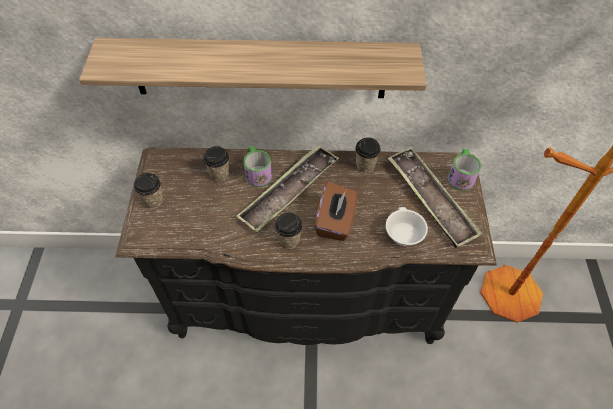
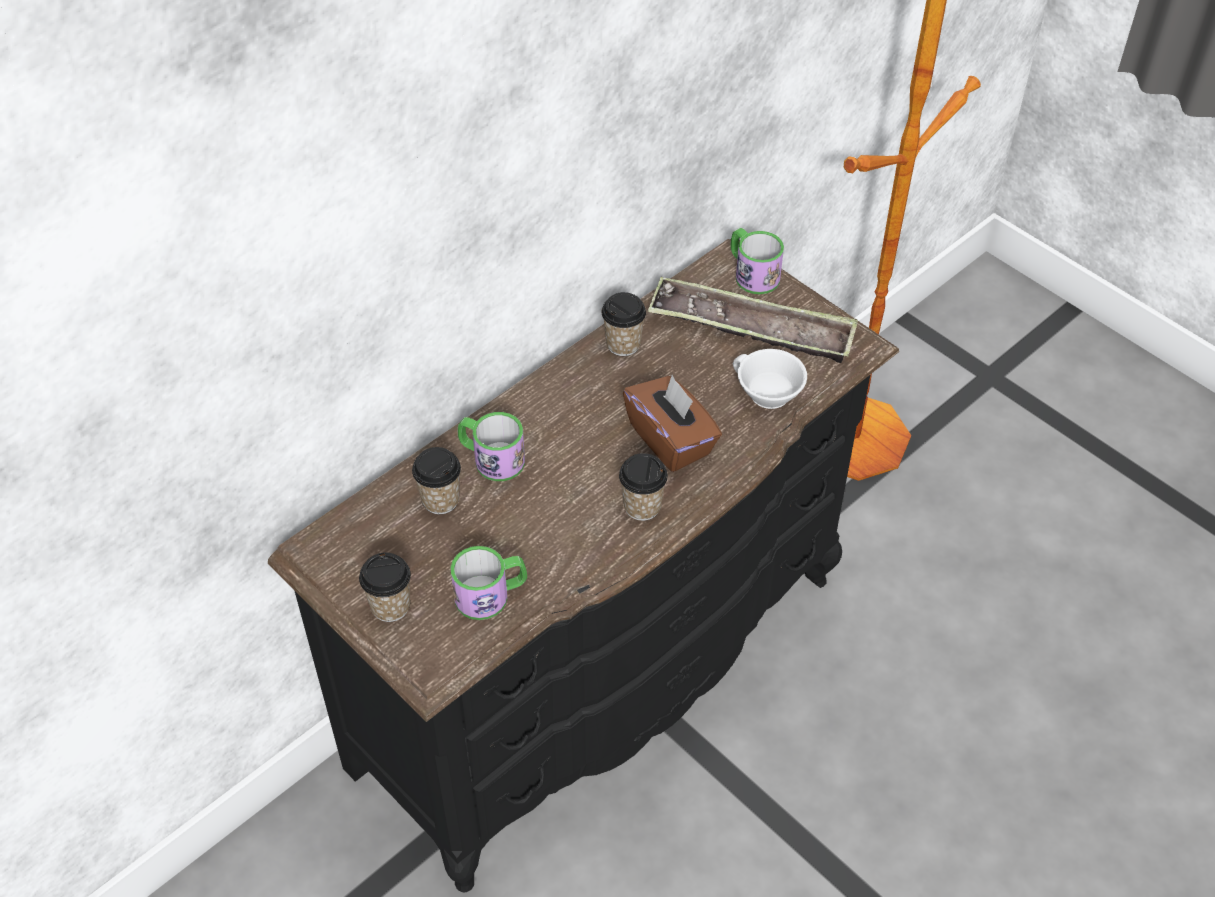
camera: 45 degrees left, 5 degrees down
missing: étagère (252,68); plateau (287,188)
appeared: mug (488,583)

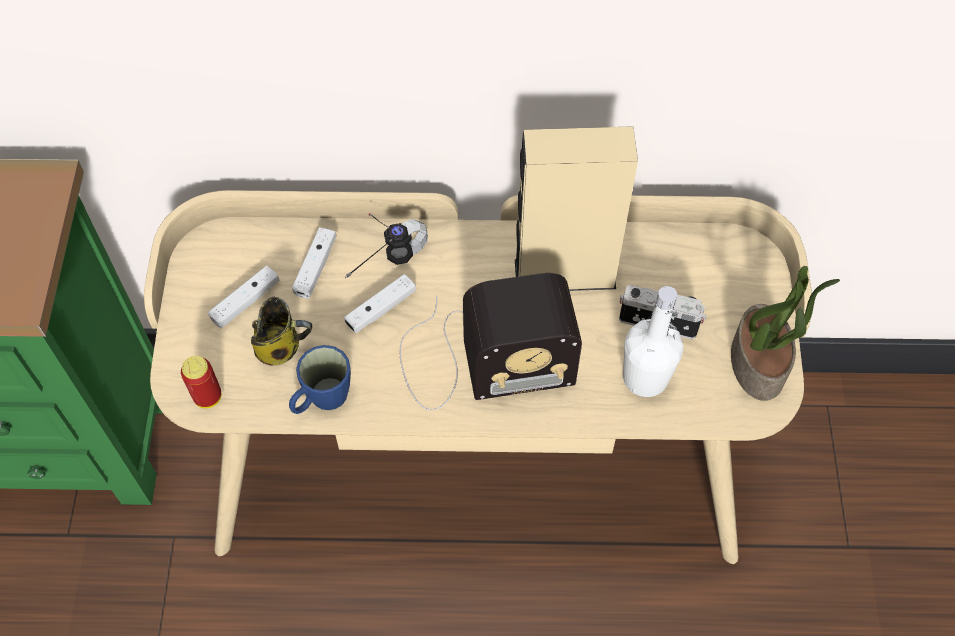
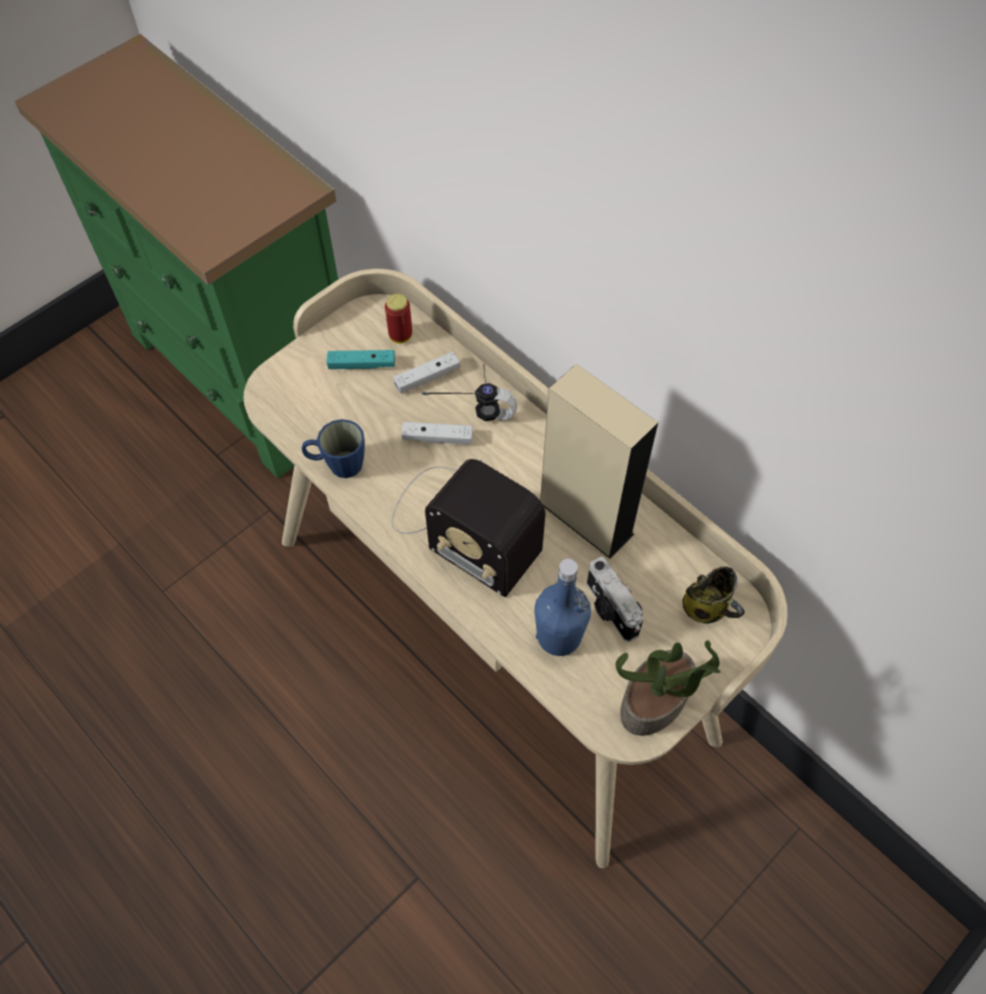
camera: 45 degrees right, 0 degrees up
relocated: boîte métallique (201,382) to (398,319); mug (281,331) to (713,595)
colour: manette (blanc) (244,296) to manette (turquoise) (361,359); bouteille (blanc) (653,341) to bouteille (bleu) (562,607)

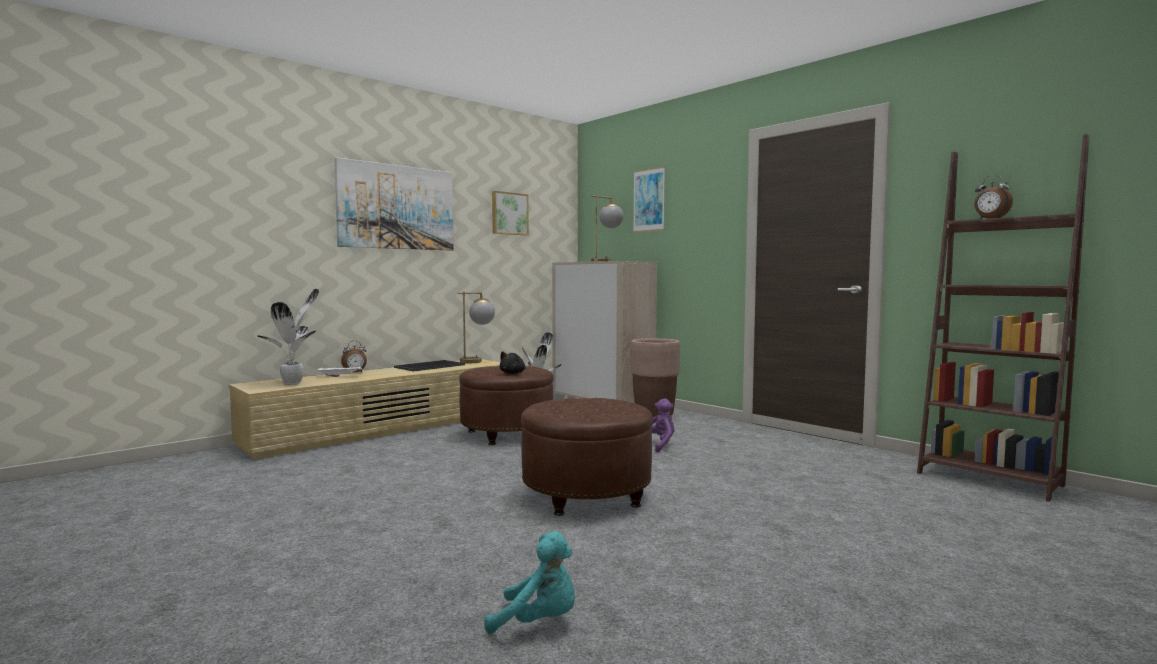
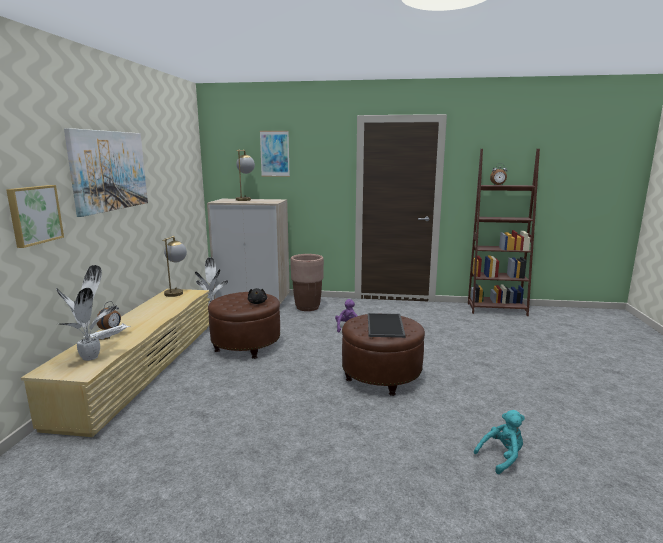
camera: 40 degrees left, 10 degrees up
relocated: plateau (429,366) to (387,325); tableau (510,213) to (35,216)

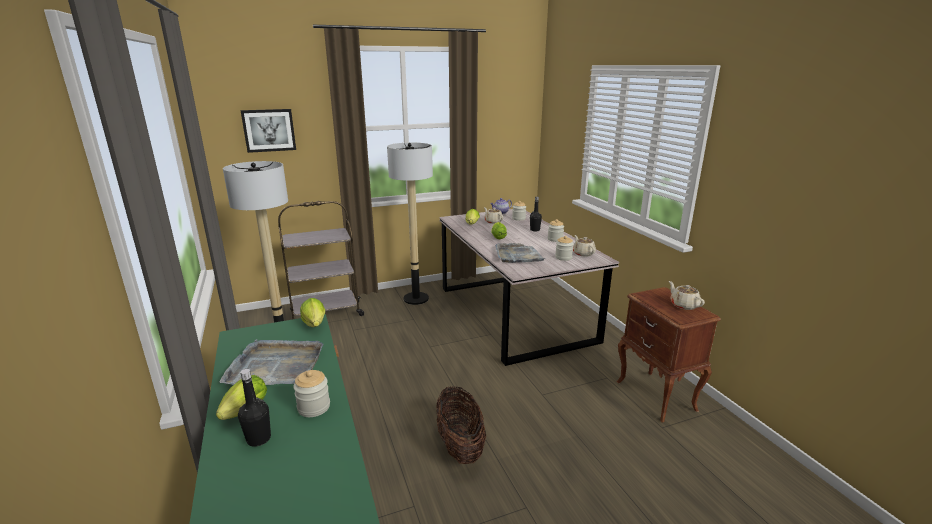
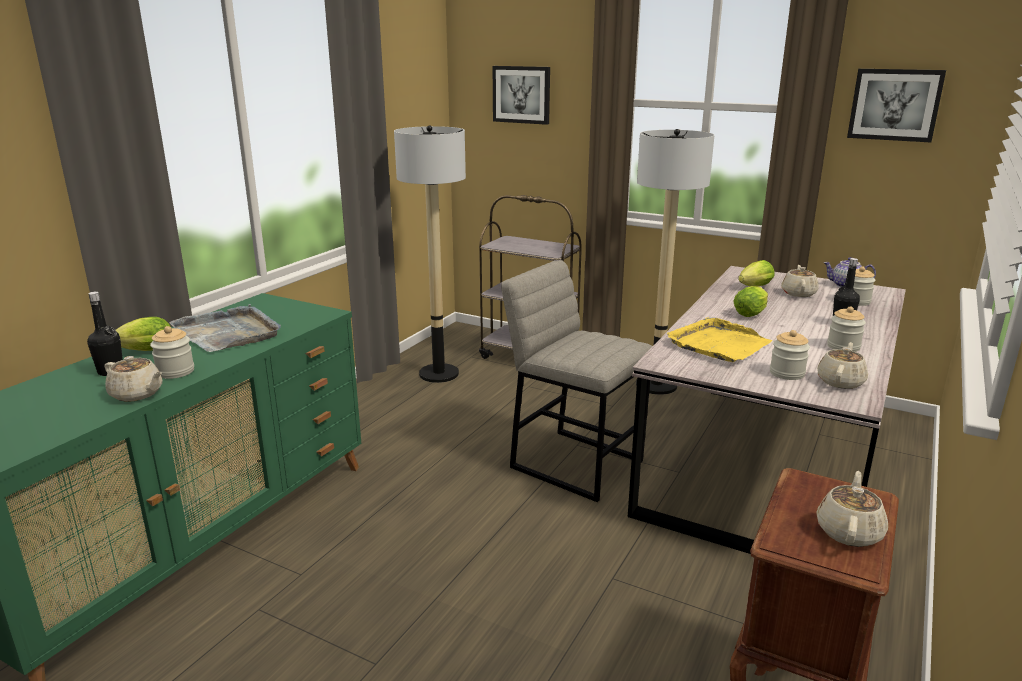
camera: 50 degrees right, 0 degrees up
missing: laitue (312,312); panier (461,425)
appeared: théière (beige) (134,379); chaise (gris) (577,381); tableau (896,105)
colour: plateau (gris) (520,253) to plateau (jaune) (719,339)

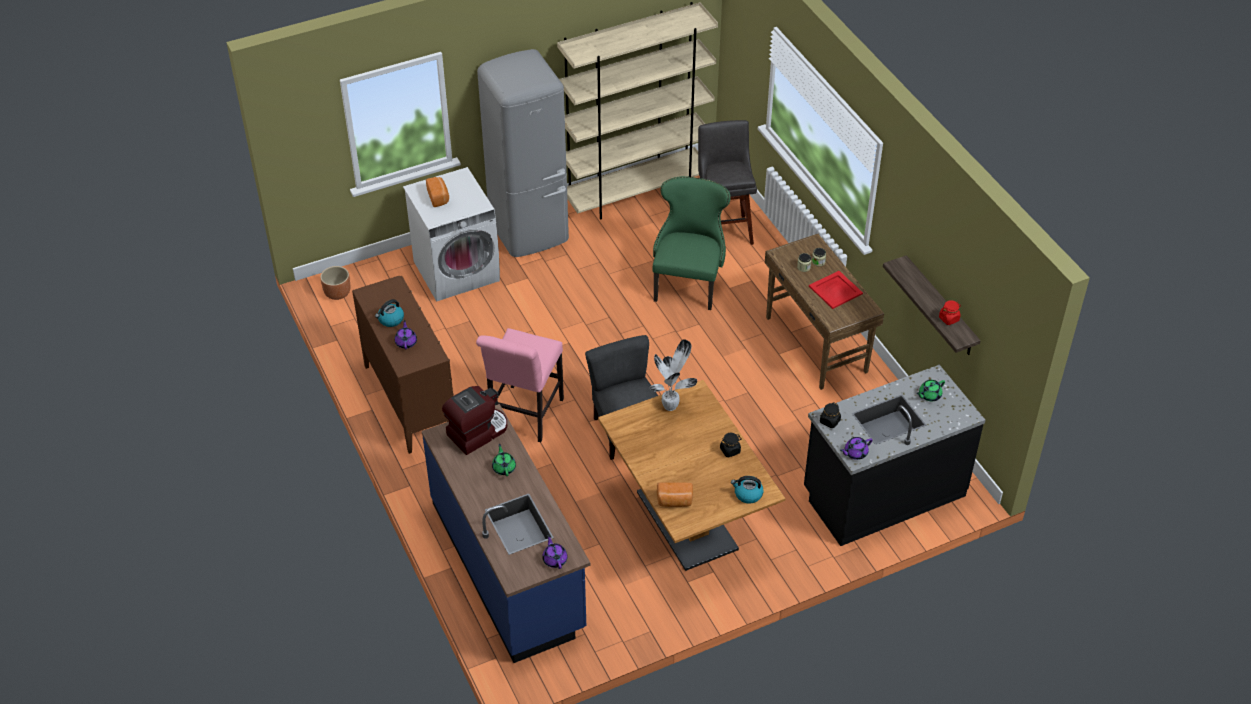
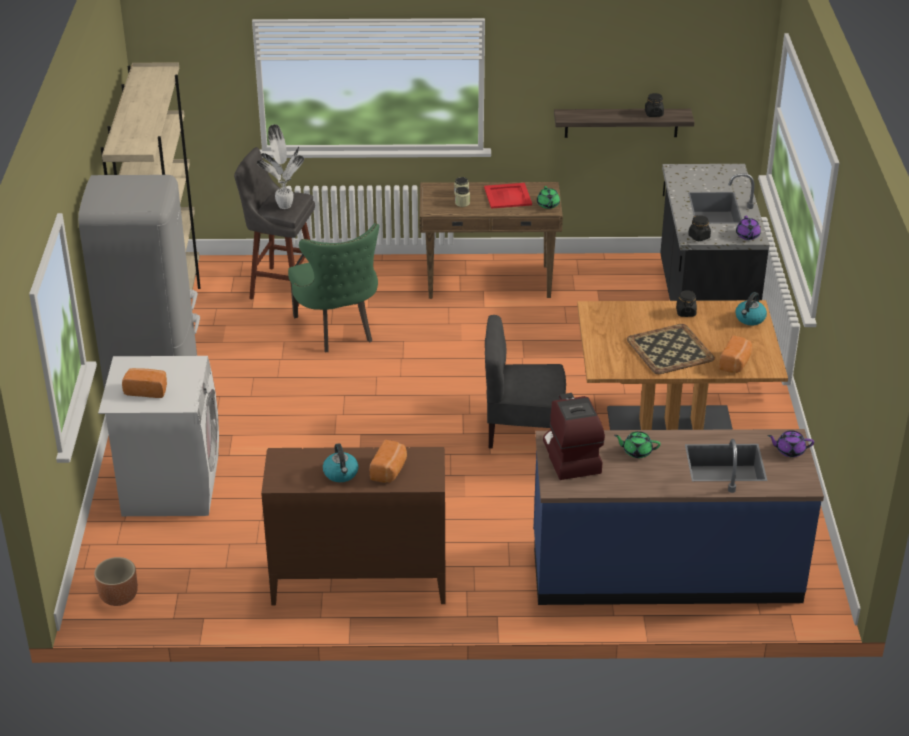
camera: 65 degrees left, 10 degrees down
missing: tabouret (rose) (520,385)
appeared: plateau (671,349)
relocated: plante en pot (673,375) to (280,166); théière (vert) (931,390) to (548,197)
exchanged: théière (violet) (406,334) to pain (388,461)
colour: bocal (rouge) (950,312) to bocal (noir) (654,105)
spun: chaise (vert) (691,243) = (333,287) 150 degrees counterclockwise

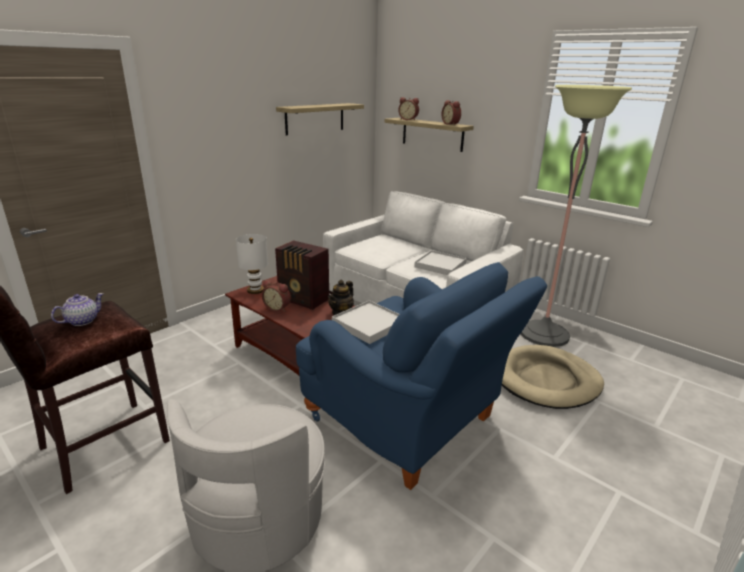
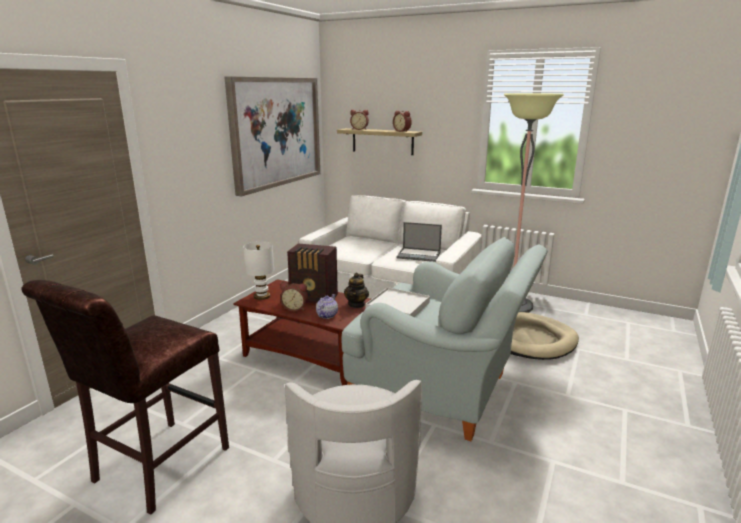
camera: 15 degrees left, 5 degrees down
relocated: théière (77,309) to (327,306)
exchanged: étagère (320,119) to tableau (272,136); plateau (blanc) (440,262) to ordinateur portable (419,242)
colour: fauteuil (bleu) (421,376) to fauteuil (gris) (445,339)

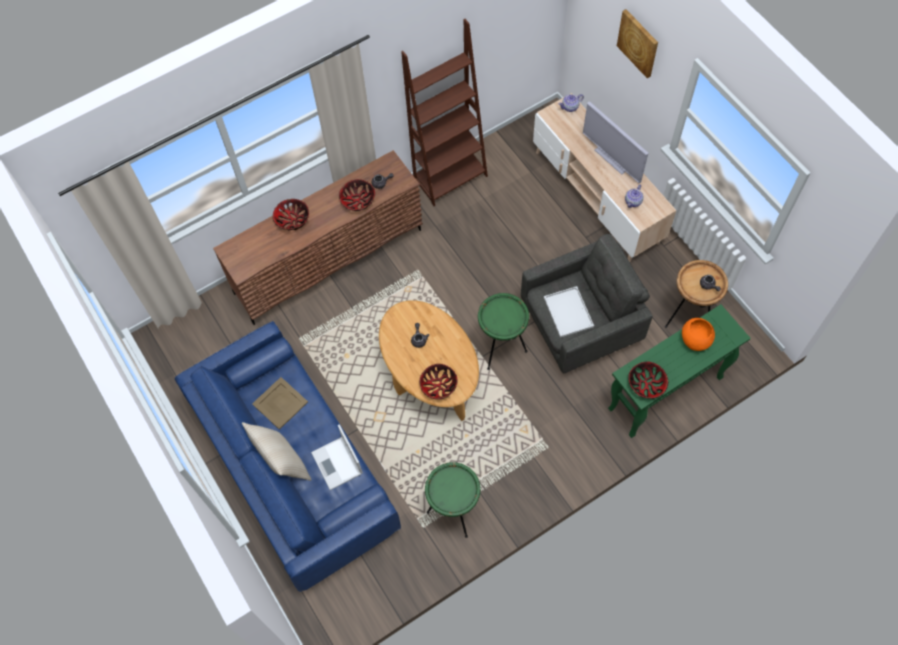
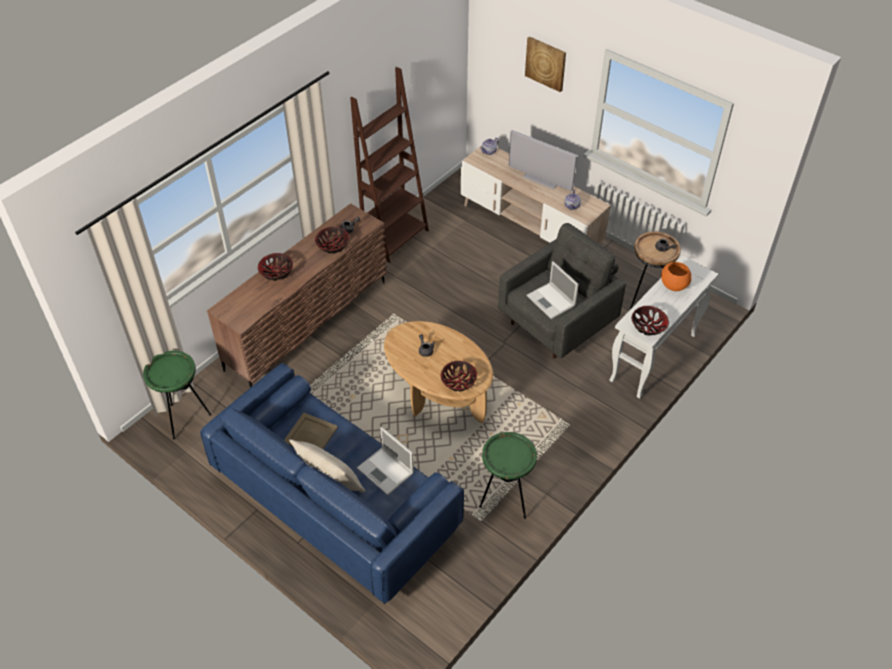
camera: 20 degrees left, 15 degrees down
relocated: table d'appoint (vert) (503,331) to (177,395)
exchanged: plateau (blanc) (569,312) to ordinateur portable (552,290)
colour: table console (vert) (679,371) to table console (blanc) (663,327)

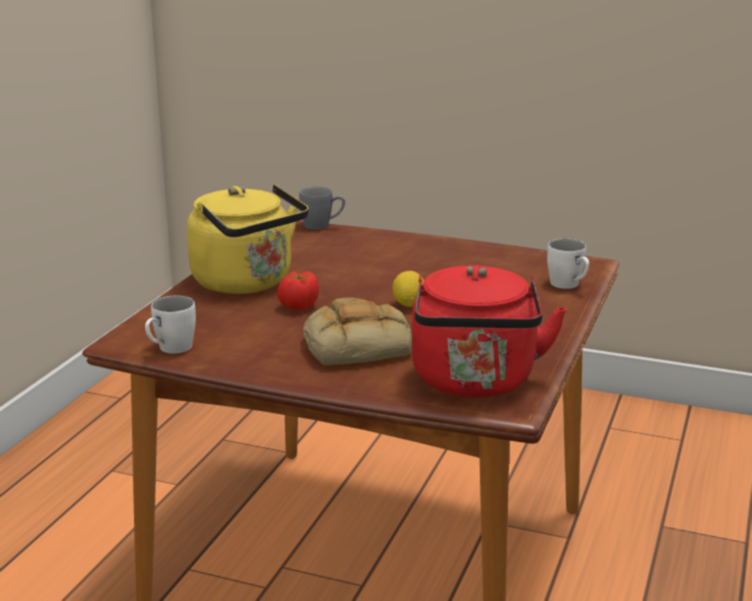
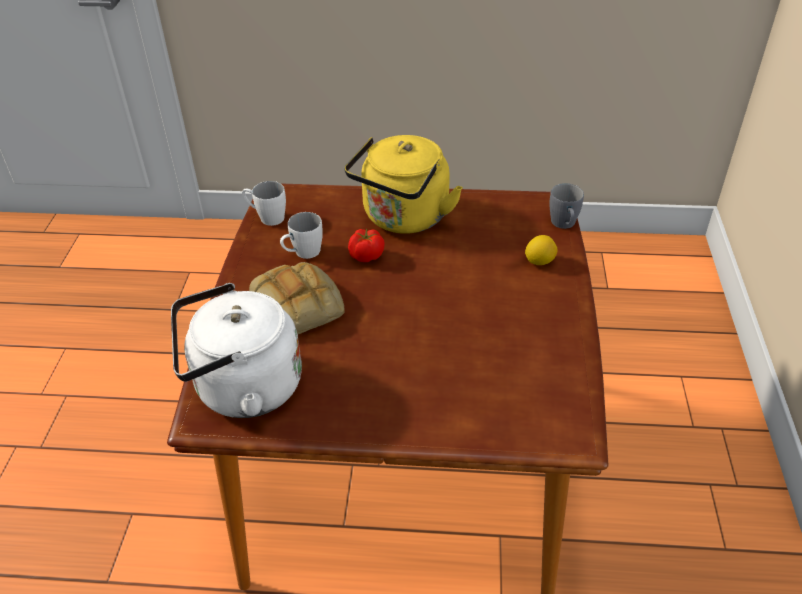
camera: 75 degrees right, 20 degrees up
relocated: citron (408,289) to (541,250); mug (blanc) (568,264) to (301,235)
colour: bouilloire (rouge) (489,331) to bouilloire (blanc) (236,350)

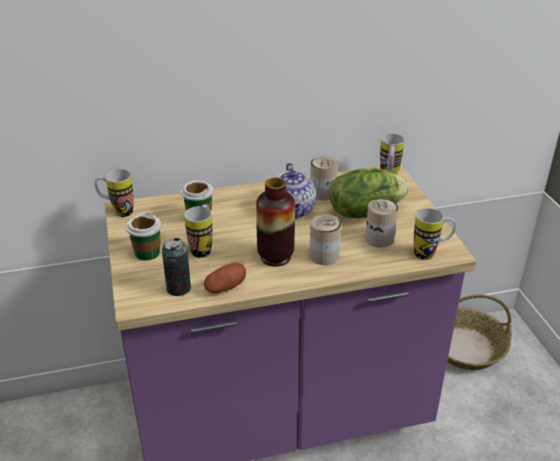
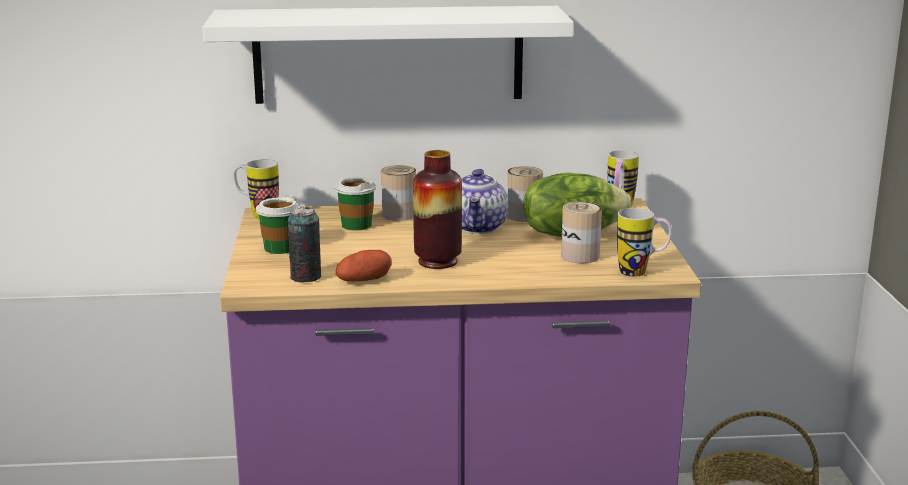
camera: 10 degrees right, 15 degrees down
missing: mug (198,231)
appeared: étagère (blanc) (388,55)
relocated: boîte métallique (325,239) to (398,193)

